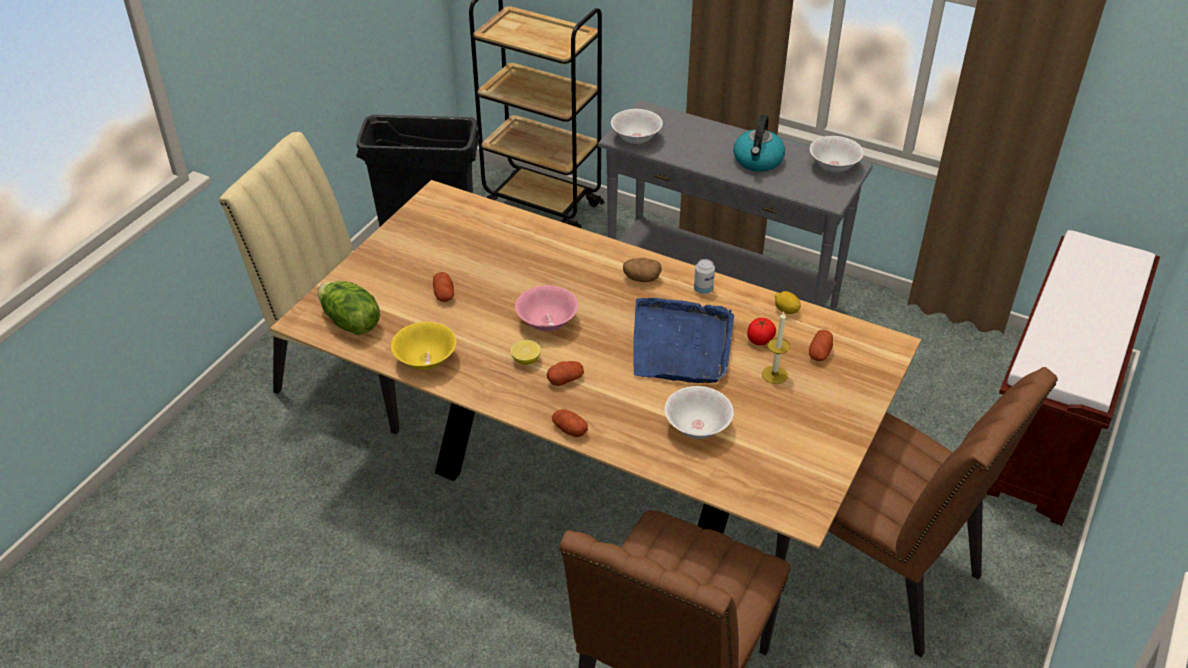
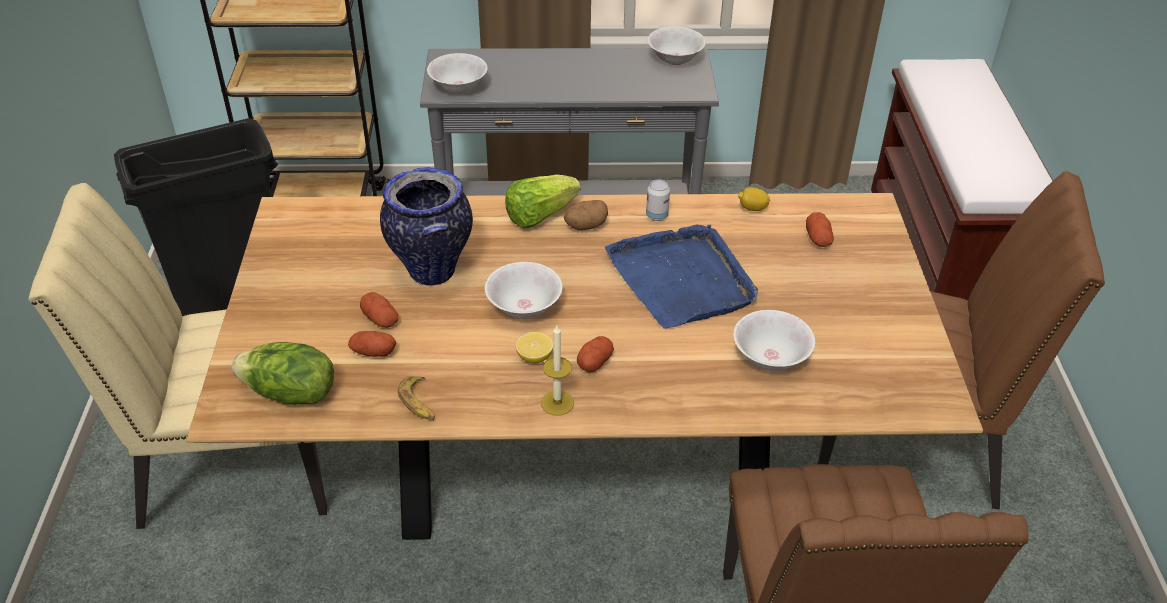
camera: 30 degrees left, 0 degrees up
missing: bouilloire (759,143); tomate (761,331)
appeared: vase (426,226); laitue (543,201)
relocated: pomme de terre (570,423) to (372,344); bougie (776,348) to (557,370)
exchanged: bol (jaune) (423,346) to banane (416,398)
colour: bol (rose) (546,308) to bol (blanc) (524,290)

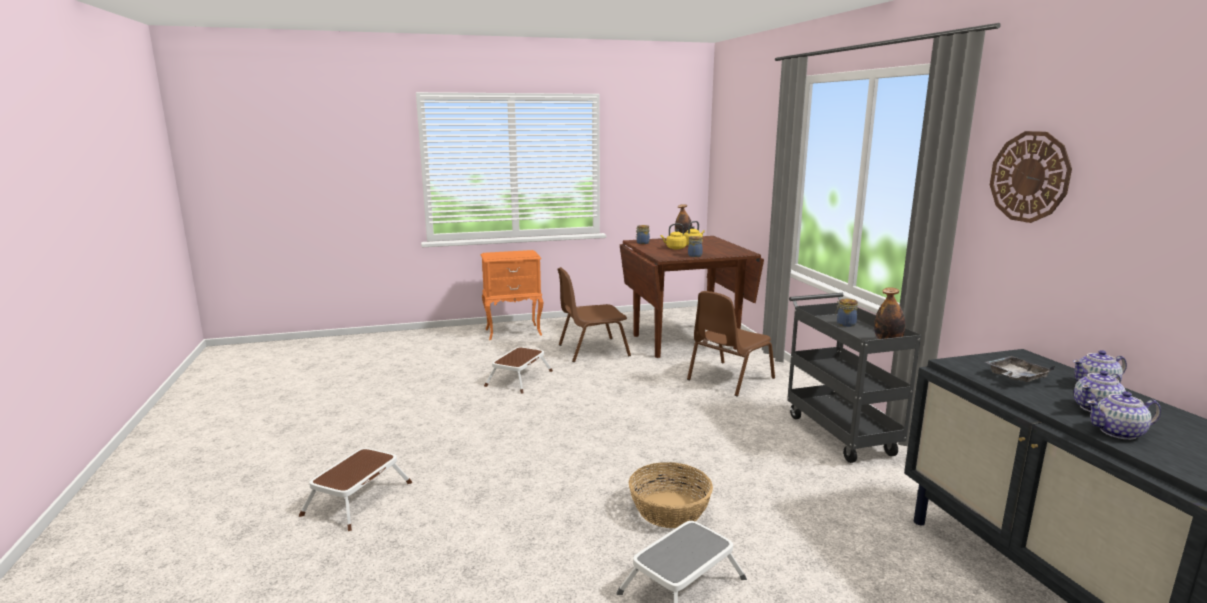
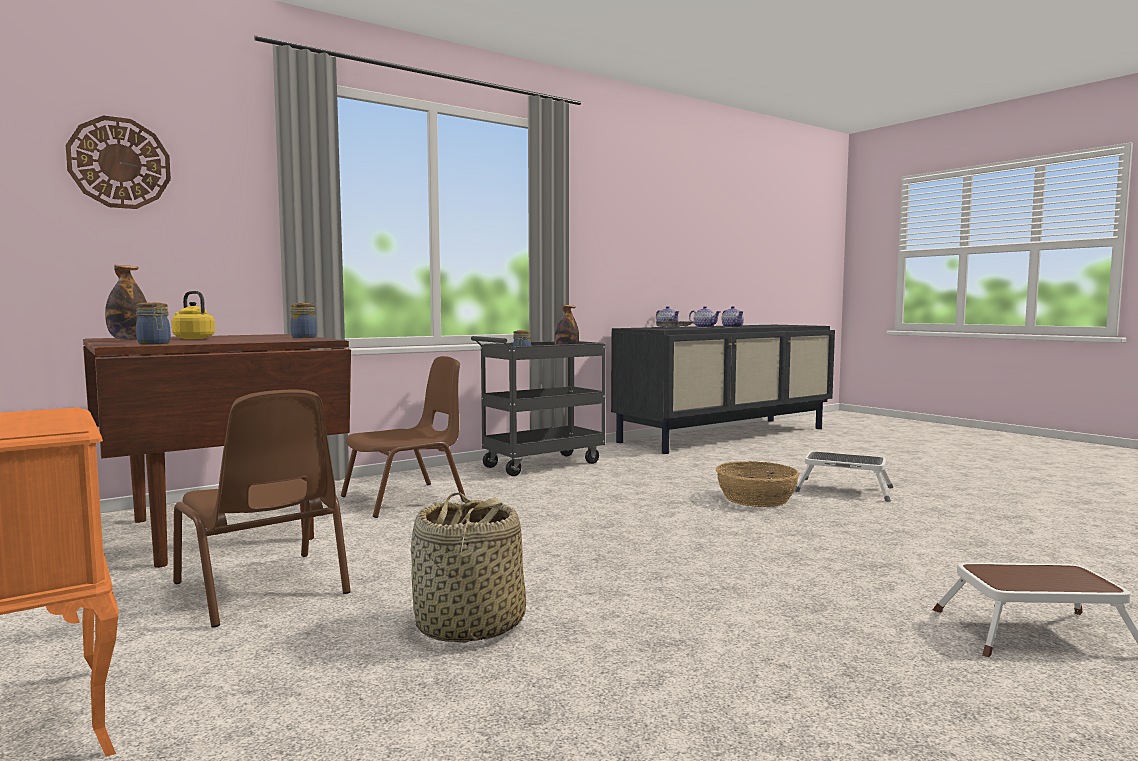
camera: 110 degrees left, 10 degrees down
missing: bouilloire (jaune) (674,236)
relocated: horloge murale (1031,177) to (118,162)
exchanged: escabeau (marron) (518,370) to panier (468,567)
spun: chaise (marron) (731,344) = (403,437) 60 degrees counterclockwise

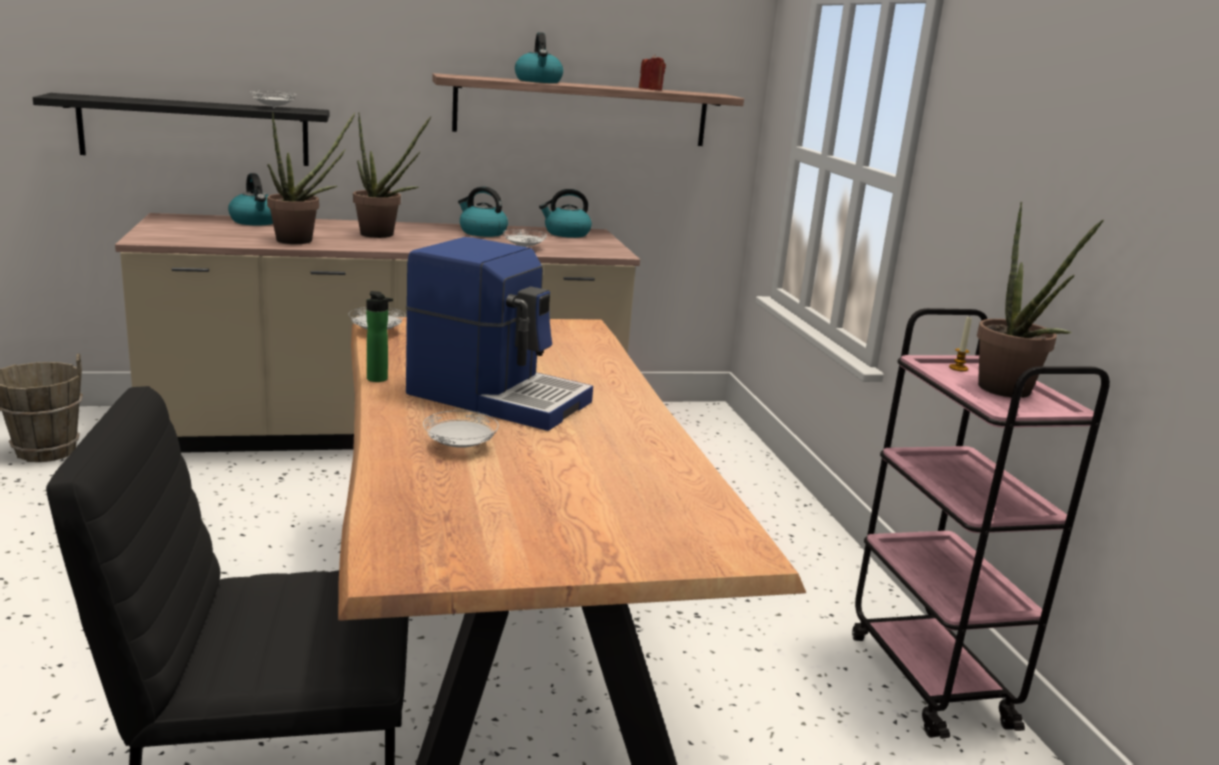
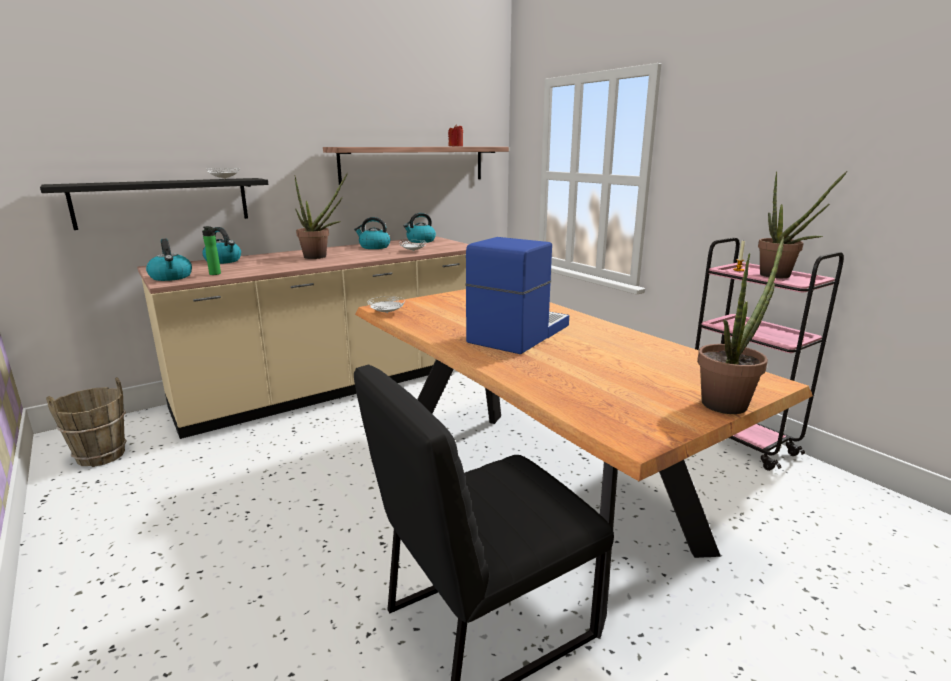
camera: 20 degrees left, 0 degrees up
missing: assiette (blanc) (461,429)
relocated: plante en pot (311,178) to (740,325); bouteille (380,336) to (211,250); bouilloire (539,57) to (169,260)
spun: machine à café (499,334) = (517,295) 60 degrees counterclockwise

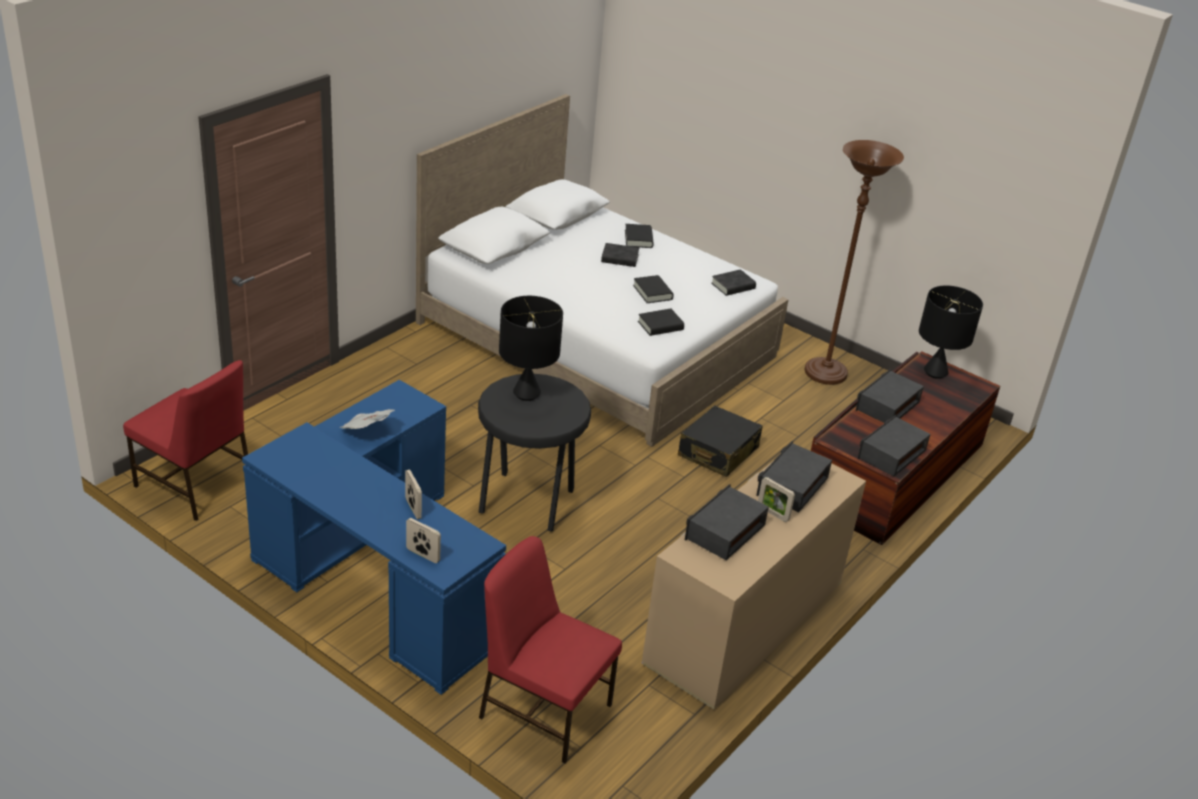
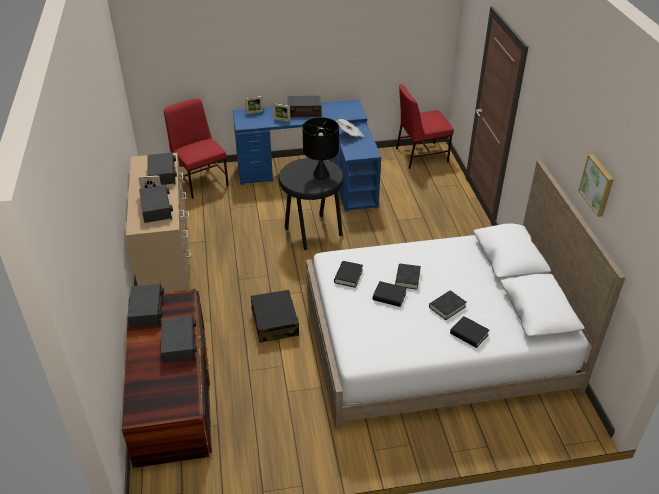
camera: 135 degrees right, 5 degrees up
missing: lampadaire (marron) (854,262); lampe de table (noir) (951,332)
appeared: radio (304,106); tableau (596,185)
relocated: livre (noir) (733,282) to (408,276)
spun: chaise (rouge) (550,649) = (196,149) 105 degrees counterclockwise

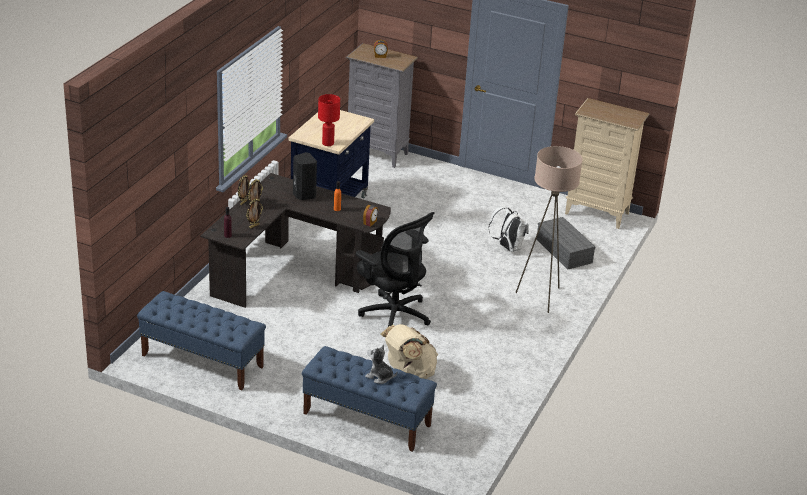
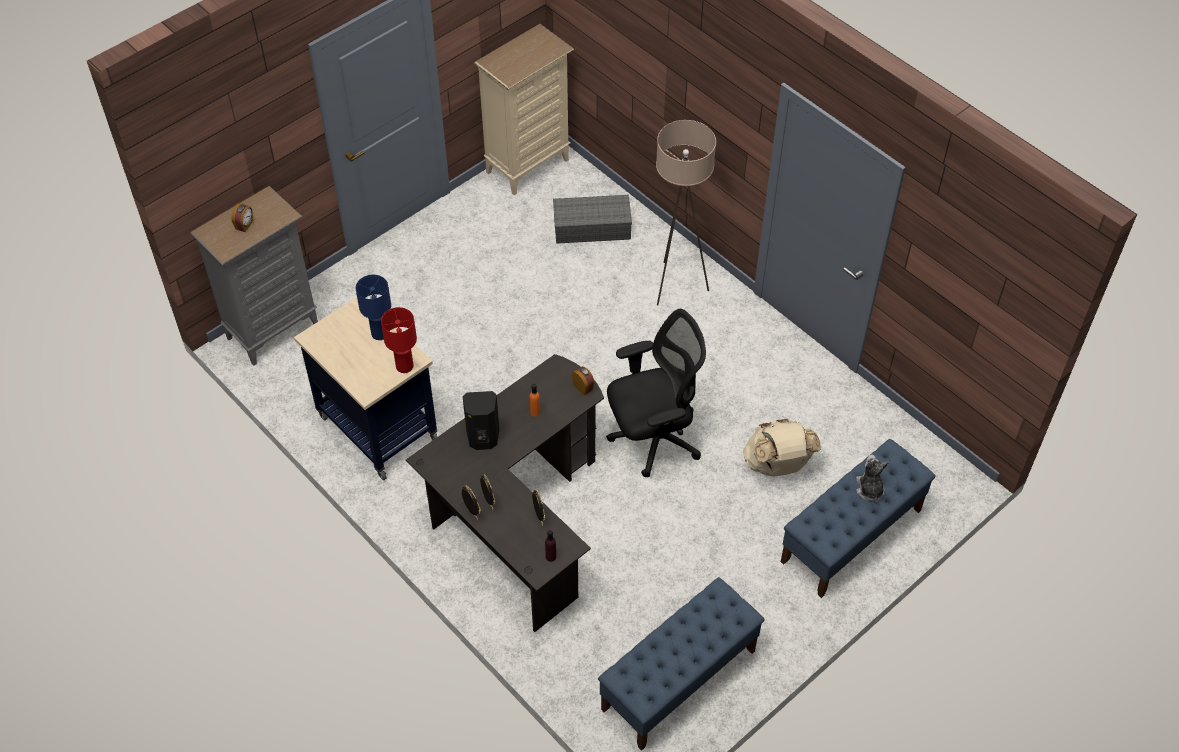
camera: 65 degrees left, 20 degrees up
missing: sac à dos (blanc) (508,229)
appeared: lampe de table (bleu) (373,307)
spun: peluche (381,364) = (872,478) 120 degrees clockwise

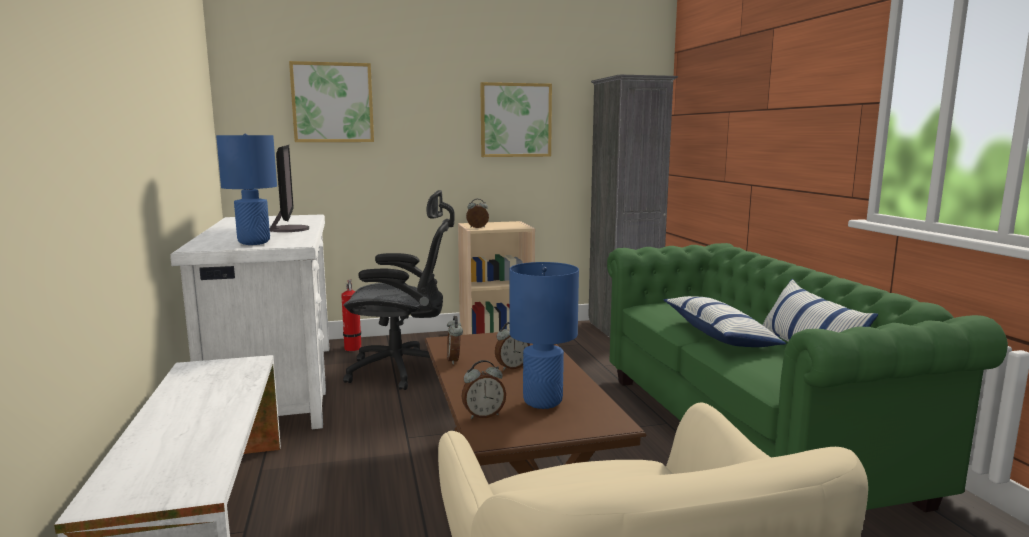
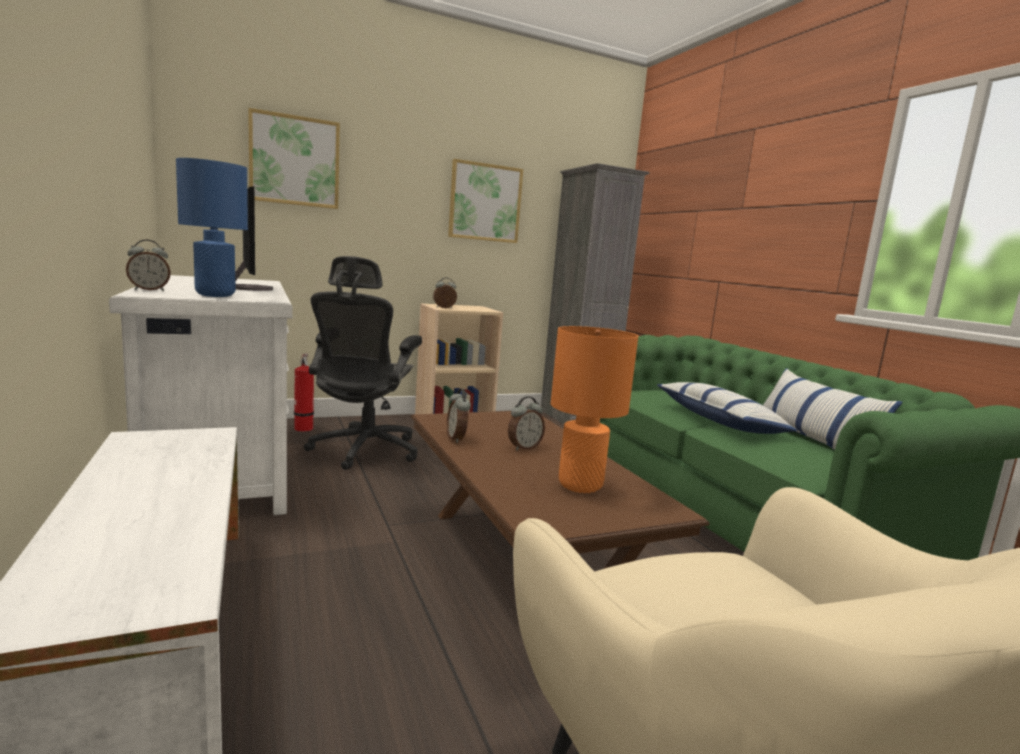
camera: 10 degrees left, 0 degrees up
relocated: réveil (483,389) to (148,265)
colour: lampe de table (bleu) (544,335) to lampe de table (orange) (594,409)
spun: chaise de bureau (399,290) = (363,363) 105 degrees clockwise

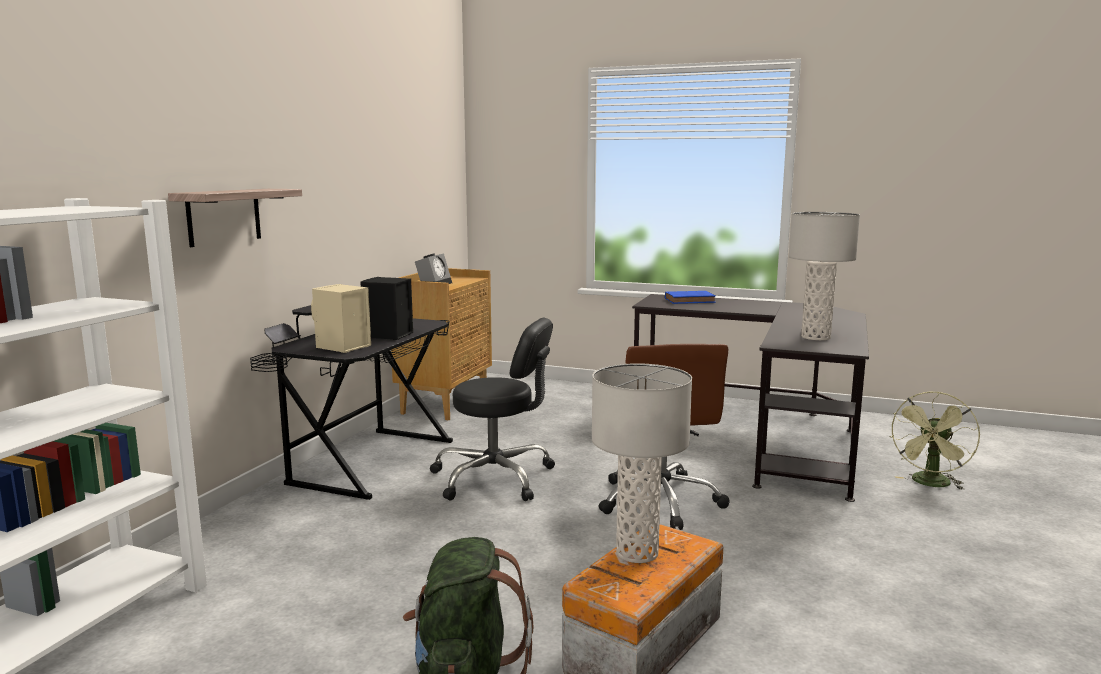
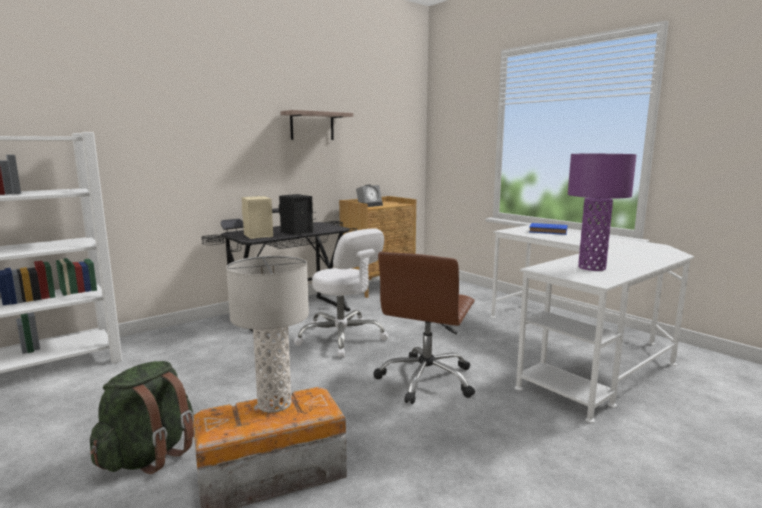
camera: 30 degrees right, 0 degrees up
missing: ventilateur (vert) (934,441)
relocated: étagère (235,218) to (317,125)
colour: chaise de bureau (noir) (492,409) to chaise de bureau (blanc) (341,292); bureau (noir) (750,398) to bureau (blanc) (592,324); lampe de table (blanc) (824,276) to lampe de table (violet) (602,212)

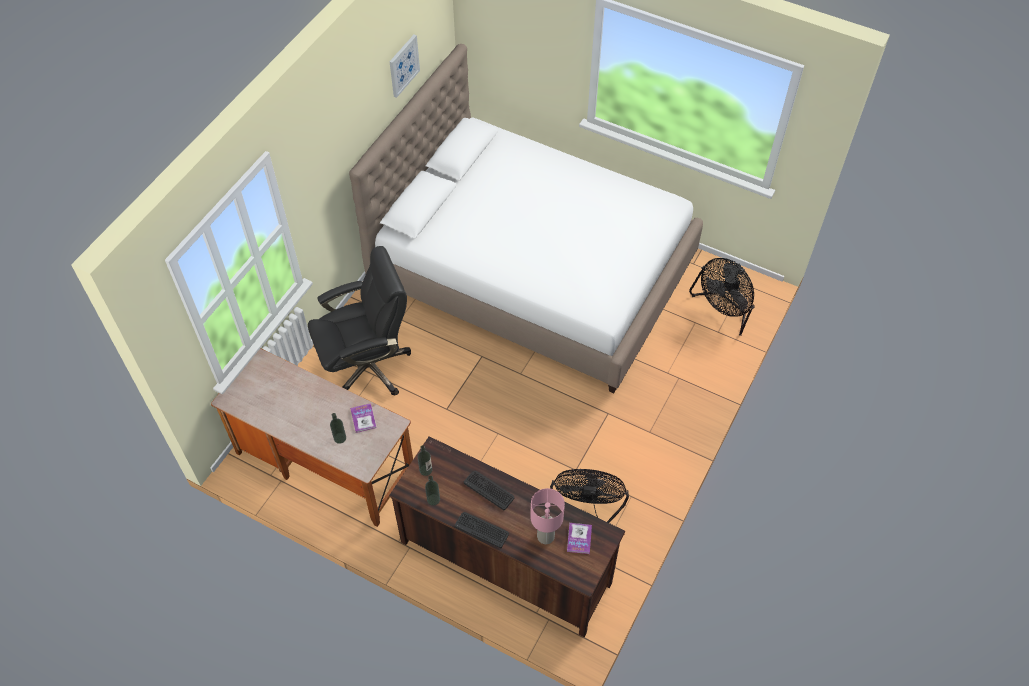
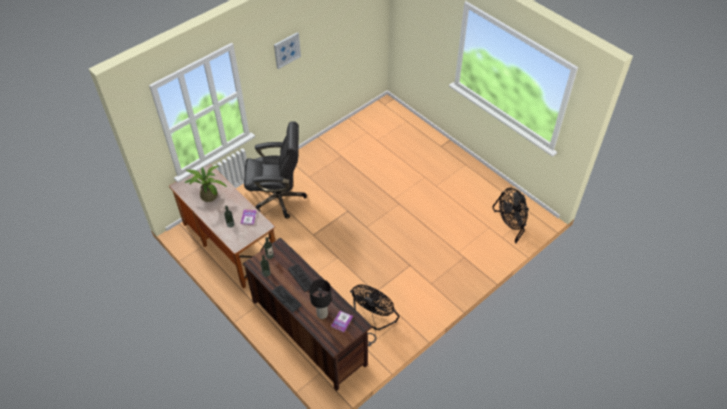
camera: 20 degrees right, 5 degrees down
missing: lit (blanc) (526,218)
appeared: plante en pot (205,184)
relocated: tableau (405,66) to (287,50)
colour: lampe de table (rose) (547,516) to lampe de table (noir) (320,299)

